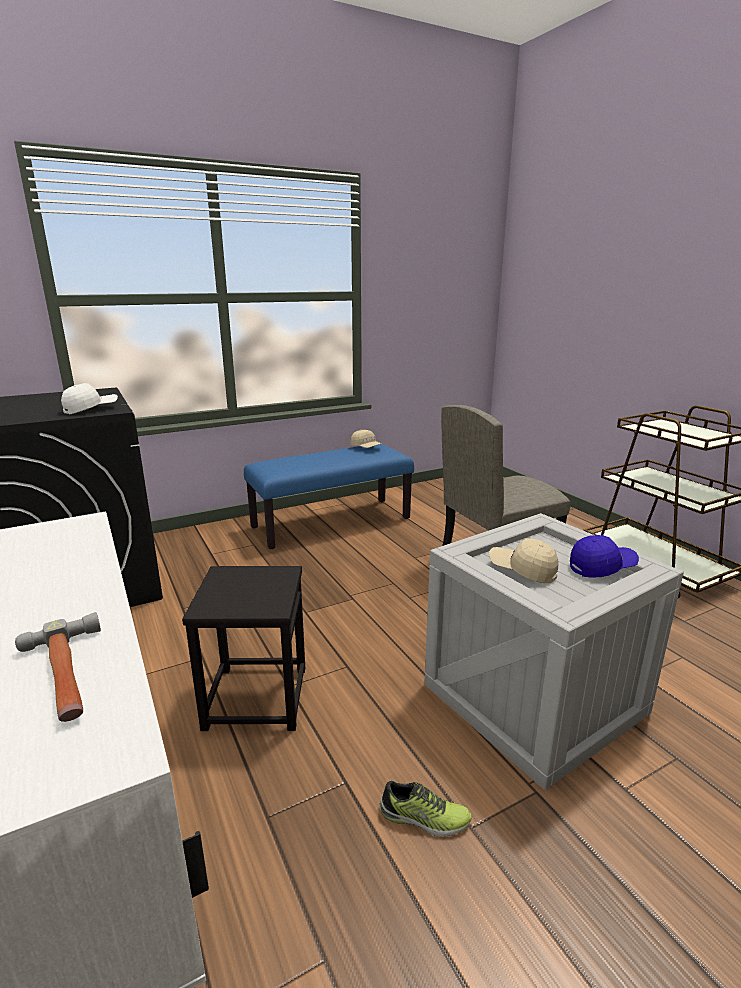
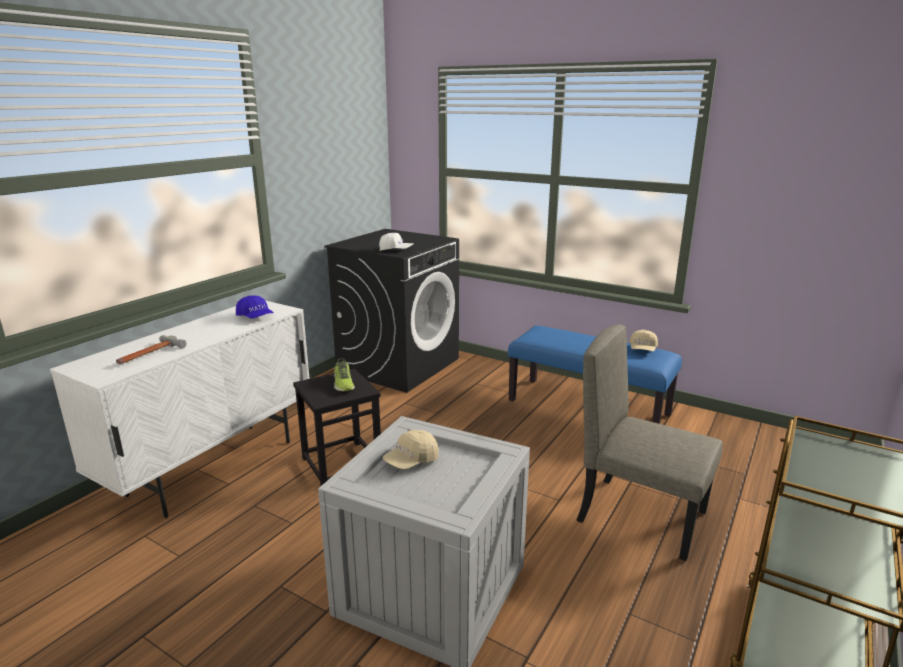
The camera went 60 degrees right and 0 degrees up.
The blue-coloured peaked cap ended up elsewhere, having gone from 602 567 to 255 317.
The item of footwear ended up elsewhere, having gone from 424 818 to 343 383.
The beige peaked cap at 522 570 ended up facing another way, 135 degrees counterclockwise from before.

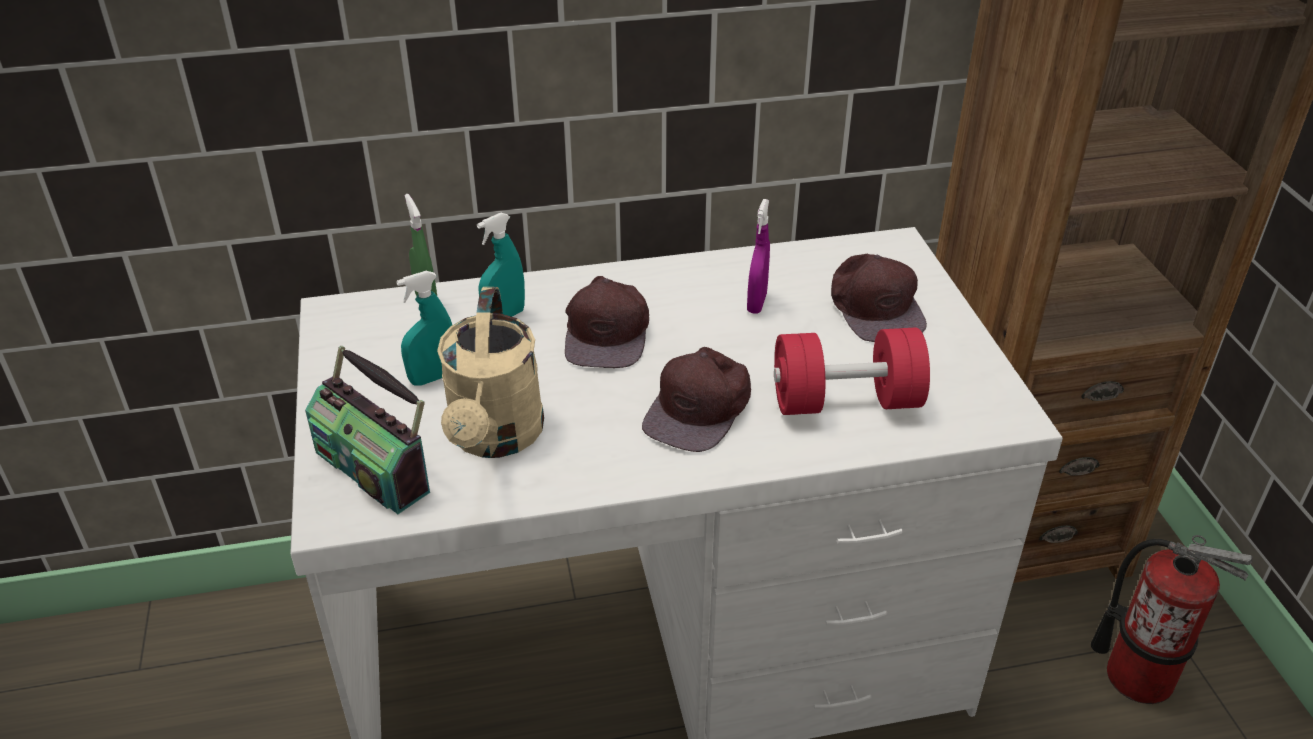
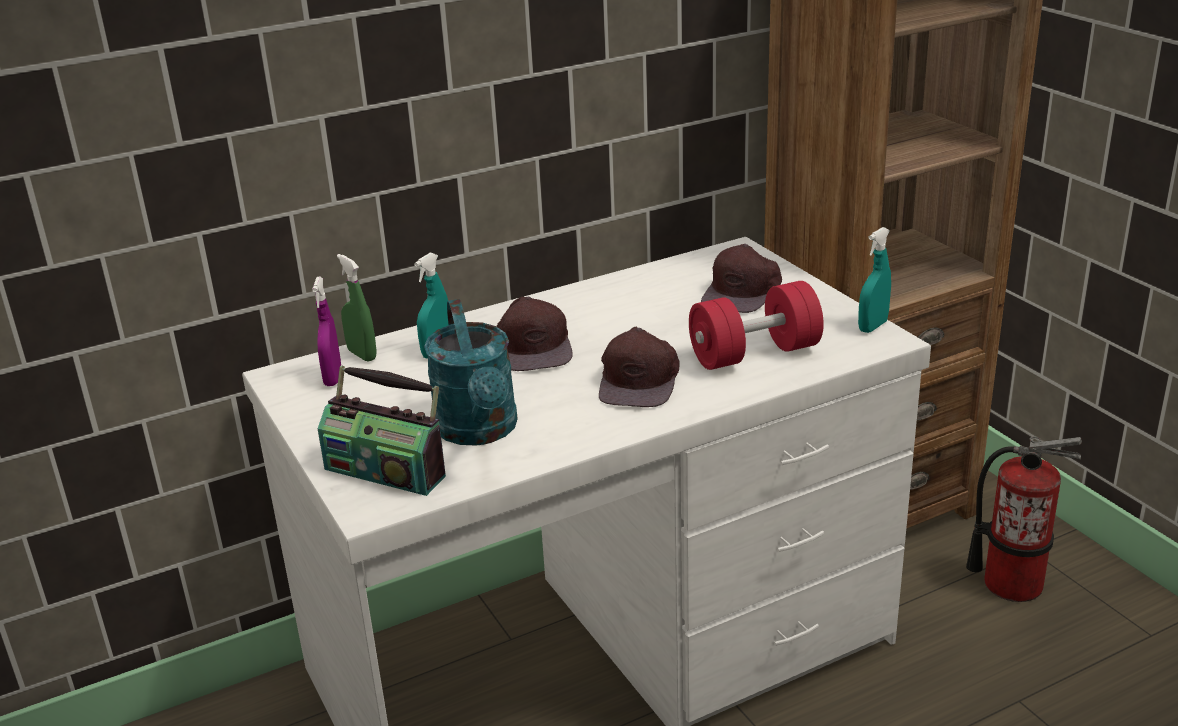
The camera went 15 degrees left and 10 degrees down.
The purplish hand sprayer ended up elsewhere, having gone from 756 303 to 333 378.
What was the beige sprinkling can at 495 438 turned into the blue-green sprinkling can at 480 431.
The brown peaked cap at 875 306 ended up facing another way, 60 degrees clockwise from before.
The blue-green hand sprayer ended up elsewhere, having gone from 433 377 to 872 326.

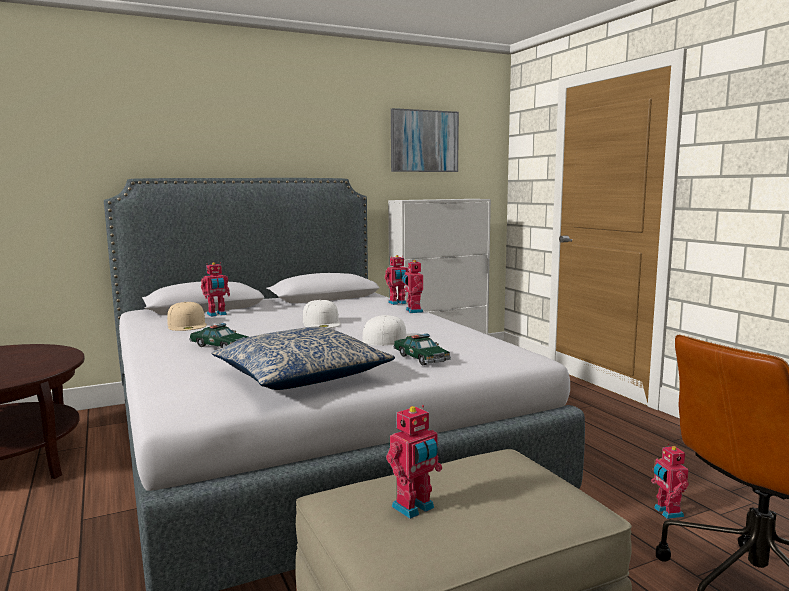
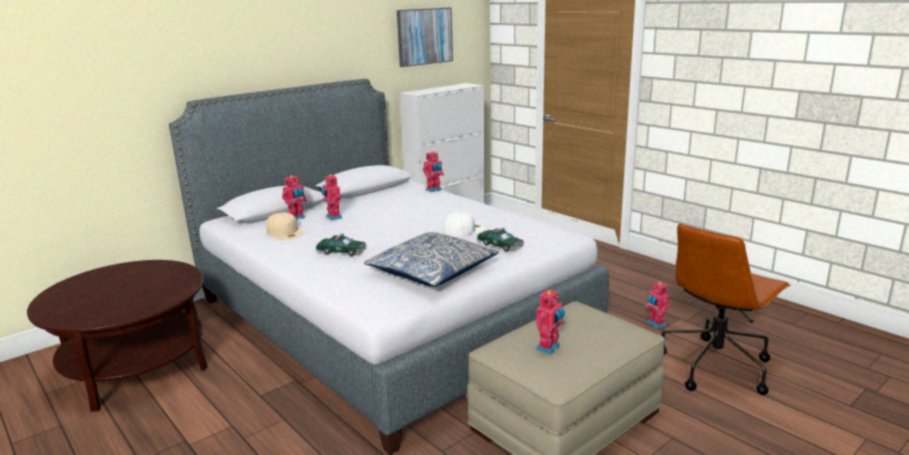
The camera went 15 degrees left and 10 degrees up.
The robot figure ended up elsewhere, having gone from 413 311 to 333 217.
The second view lost the white peaked cap at 322 322.

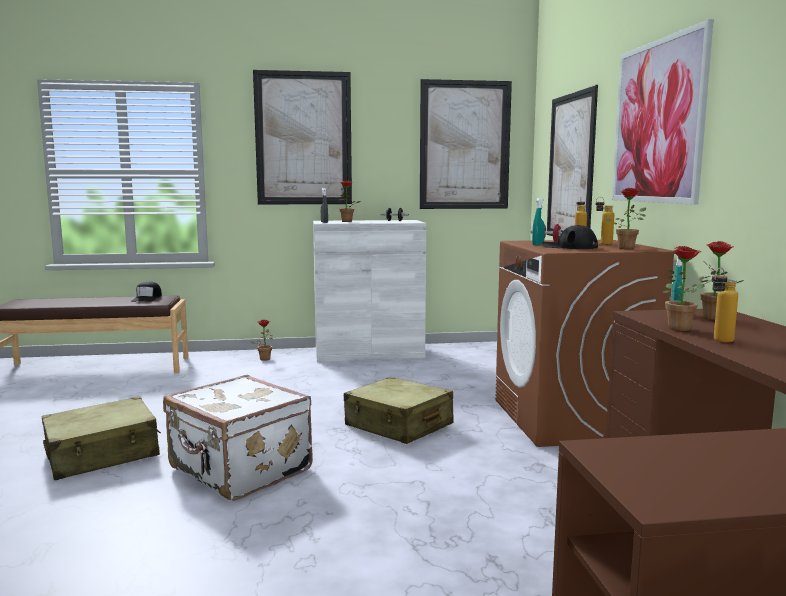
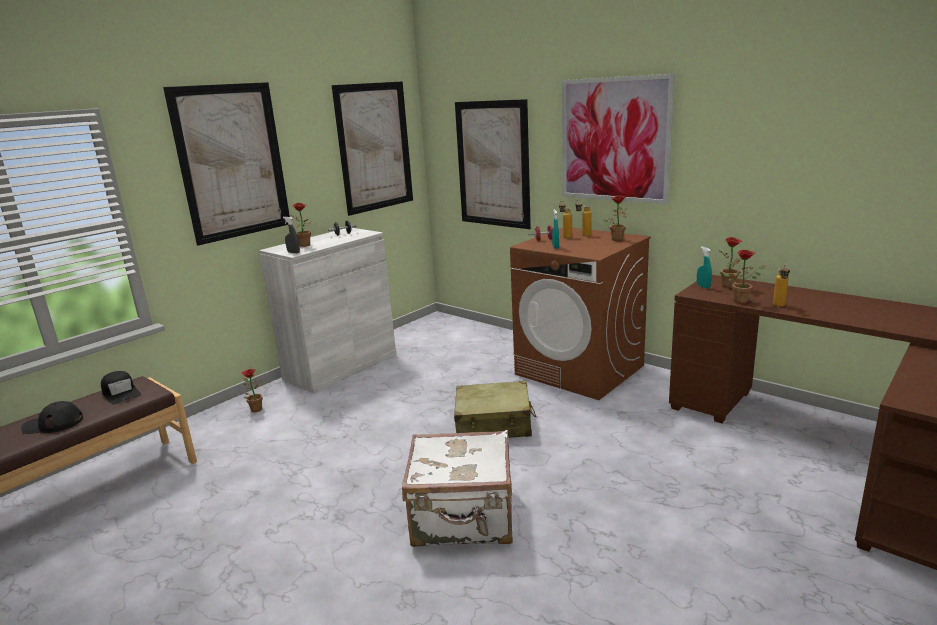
The camera went 40 degrees left and 10 degrees up.
The black-coloured peaked cap ended up elsewhere, having gone from 569 247 to 53 424.
The second view lost the beige piece of luggage at 102 454.

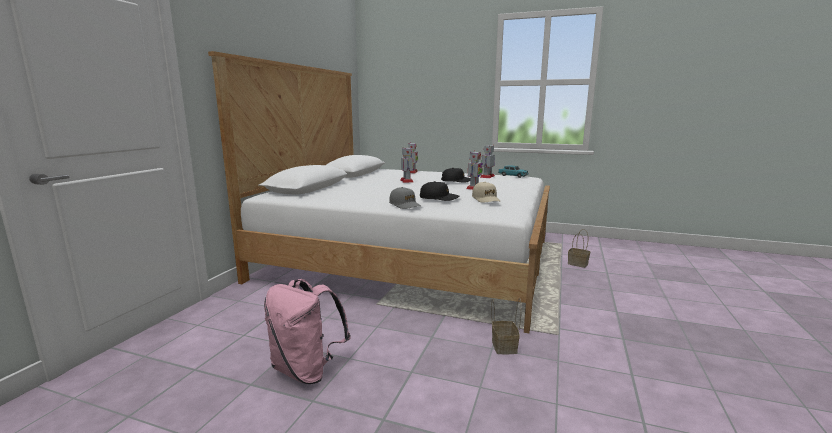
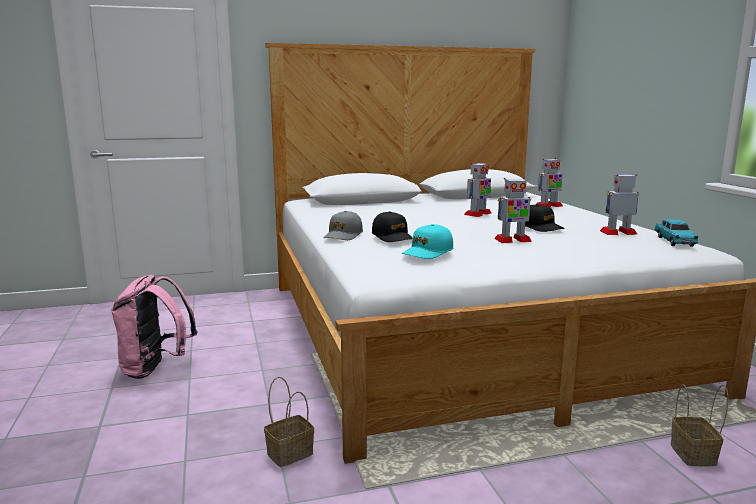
The camera went 55 degrees right and 0 degrees up.
What was the beige peaked cap at 486 199 turned into the blue-green peaked cap at 428 252.

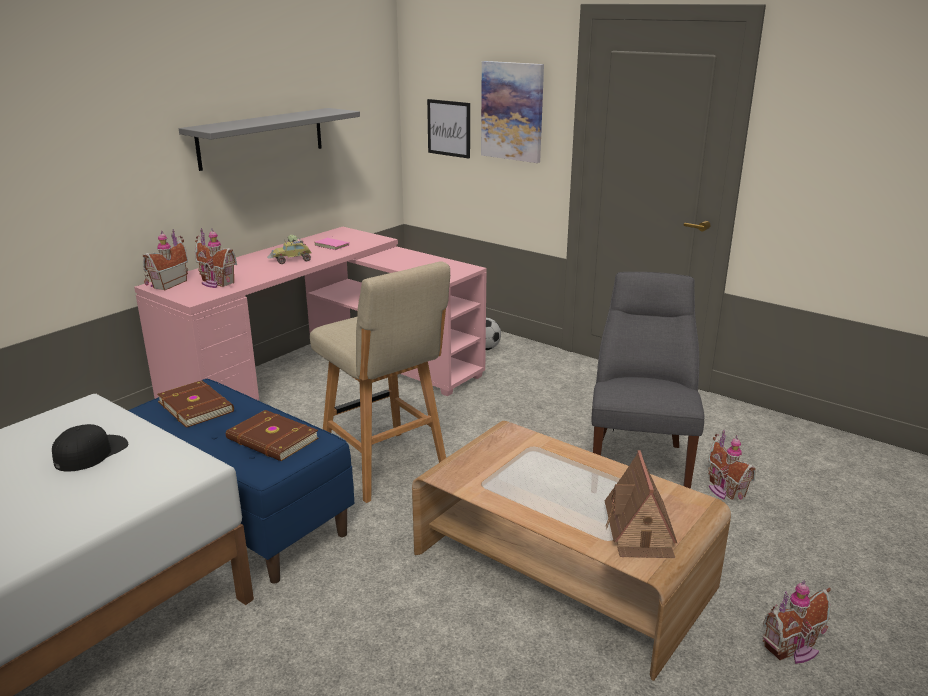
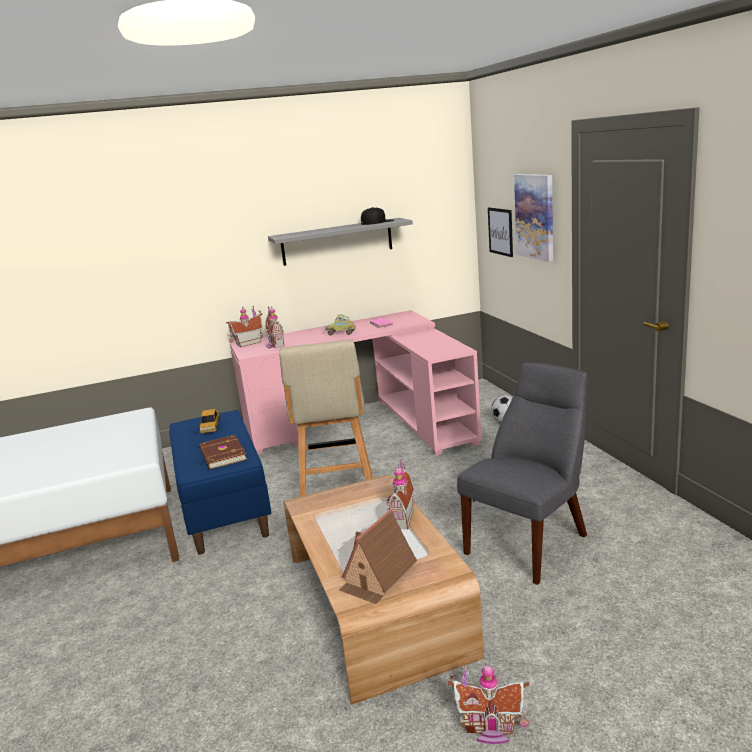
The camera went 35 degrees right and 5 degrees down.
Where the brown bound book stood at 197 406, the model car came to stand at 210 426.
The black-coloured peaked cap ended up elsewhere, having gone from 91 452 to 377 222.
The model house ended up elsewhere, having gone from 724 490 to 399 520.

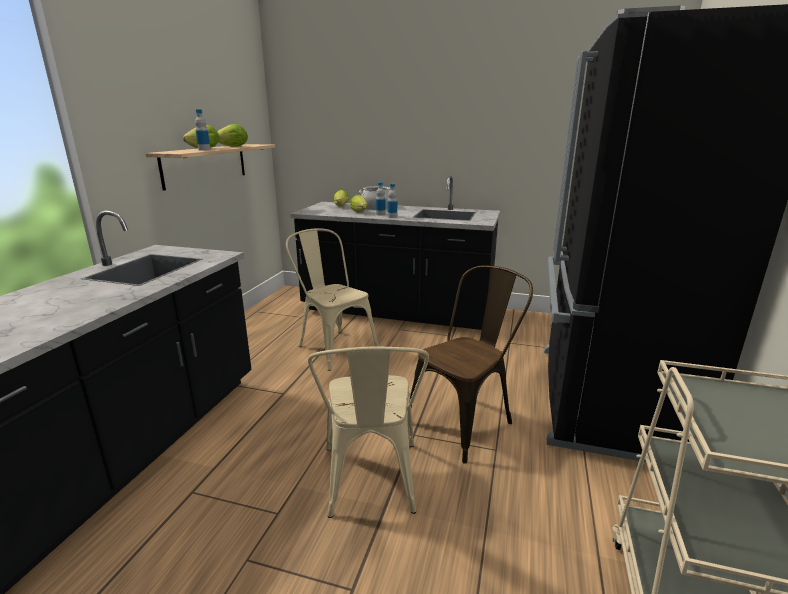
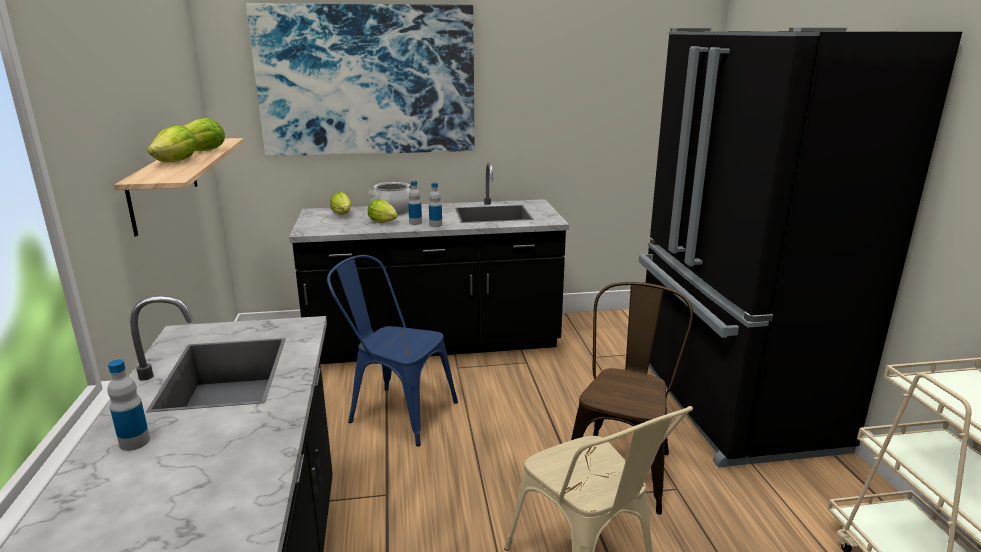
The camera went 25 degrees left and 0 degrees up.
The drink bottle ended up elsewhere, having gone from 204 150 to 134 442.
The second view gained the wall picture at 367 81.
What was the beige plain chair at 333 346 turned into the blue-coloured plain chair at 395 411.

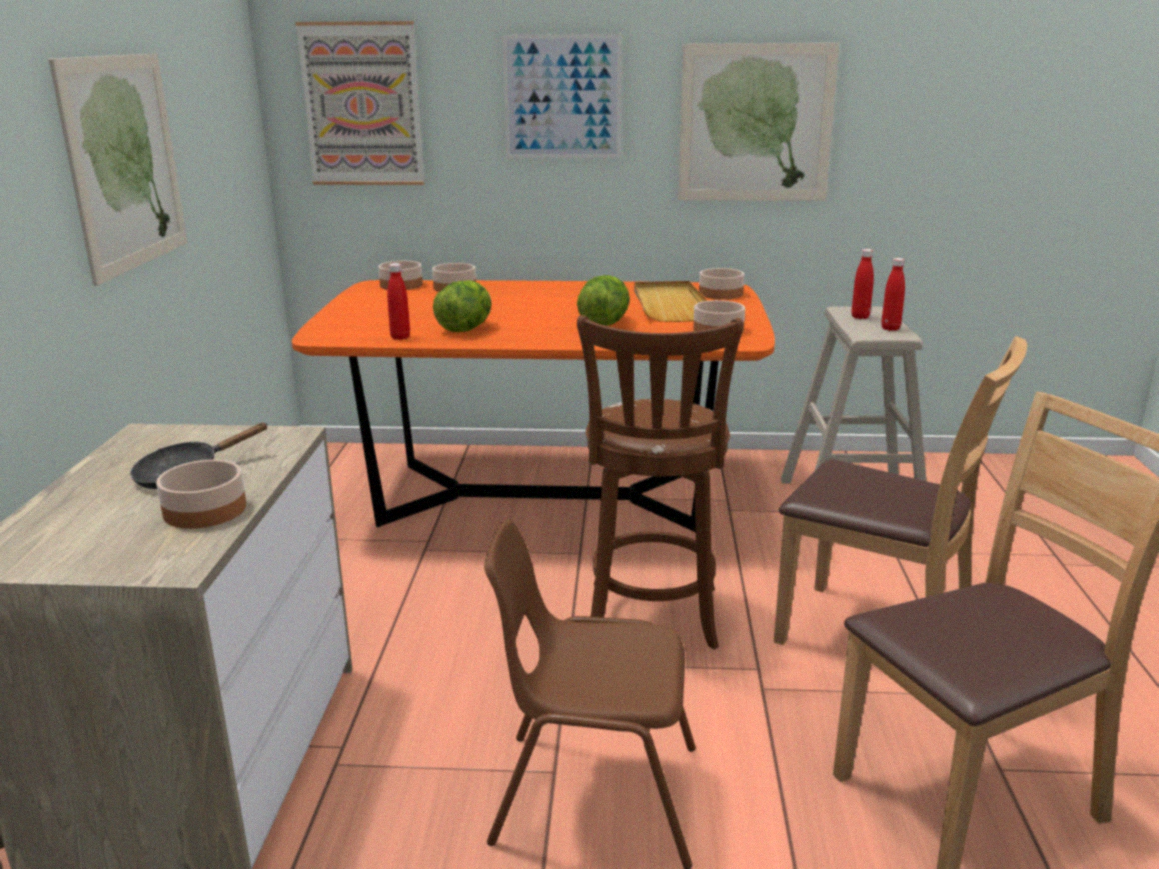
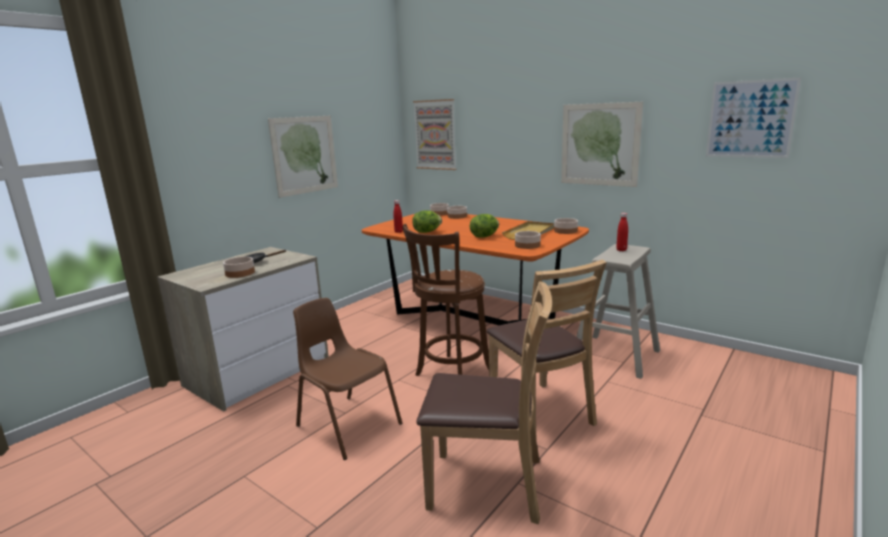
The camera went 35 degrees right and 5 degrees down.
The wall picture ended up elsewhere, having gone from 562 97 to 750 119.
The second view lost the red-coloured drink bottle at 890 328.

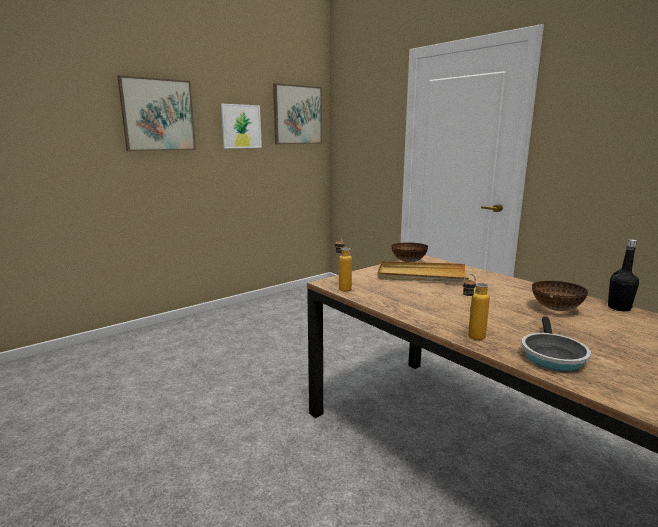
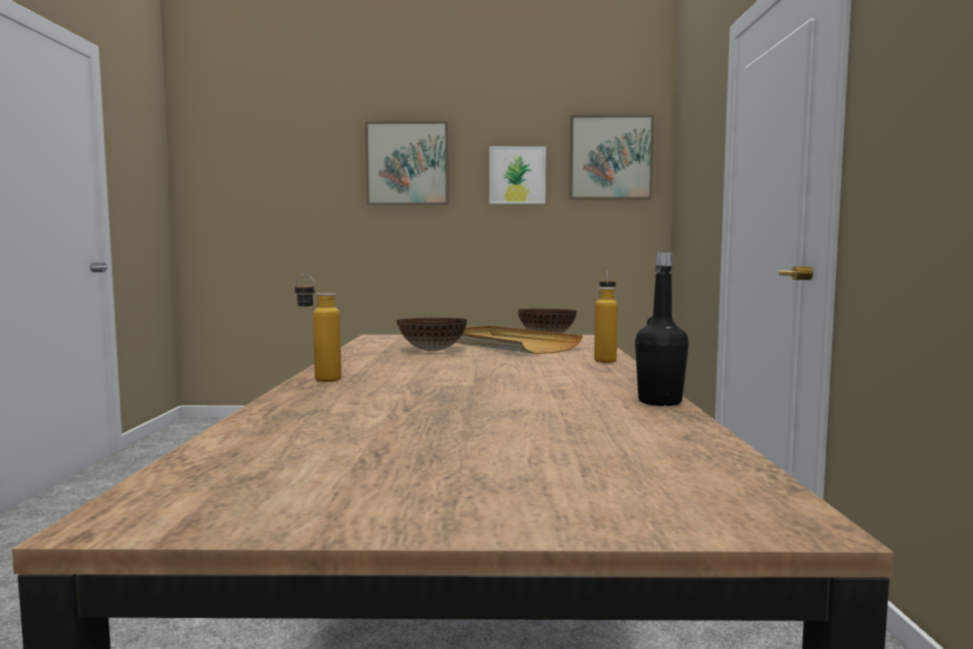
The camera went 40 degrees right and 10 degrees down.
The bowl ended up elsewhere, having gone from 555 309 to 433 350.
The drink bottle ended up elsewhere, having gone from 342 288 to 605 359.
The second view lost the skillet at 551 355.

